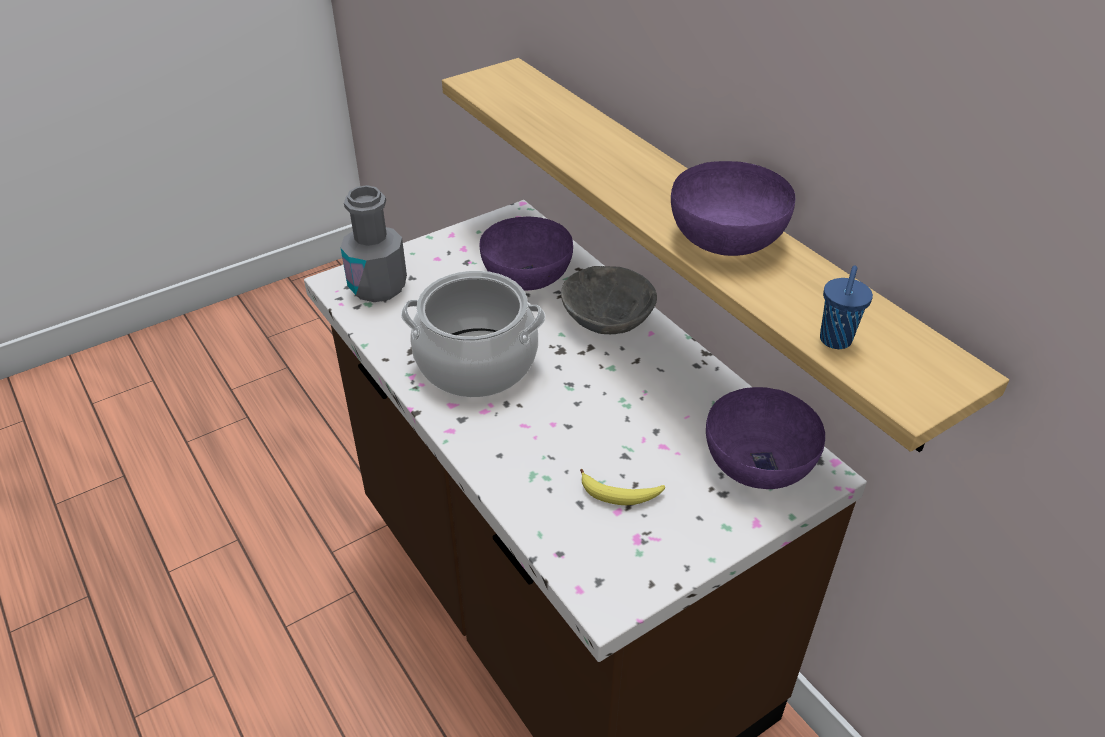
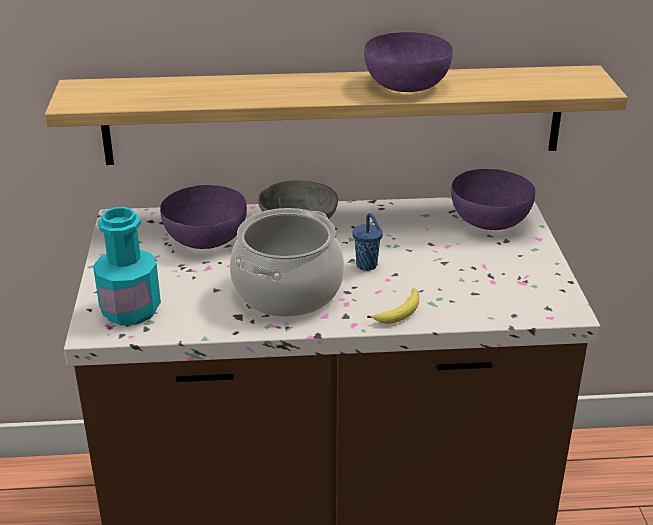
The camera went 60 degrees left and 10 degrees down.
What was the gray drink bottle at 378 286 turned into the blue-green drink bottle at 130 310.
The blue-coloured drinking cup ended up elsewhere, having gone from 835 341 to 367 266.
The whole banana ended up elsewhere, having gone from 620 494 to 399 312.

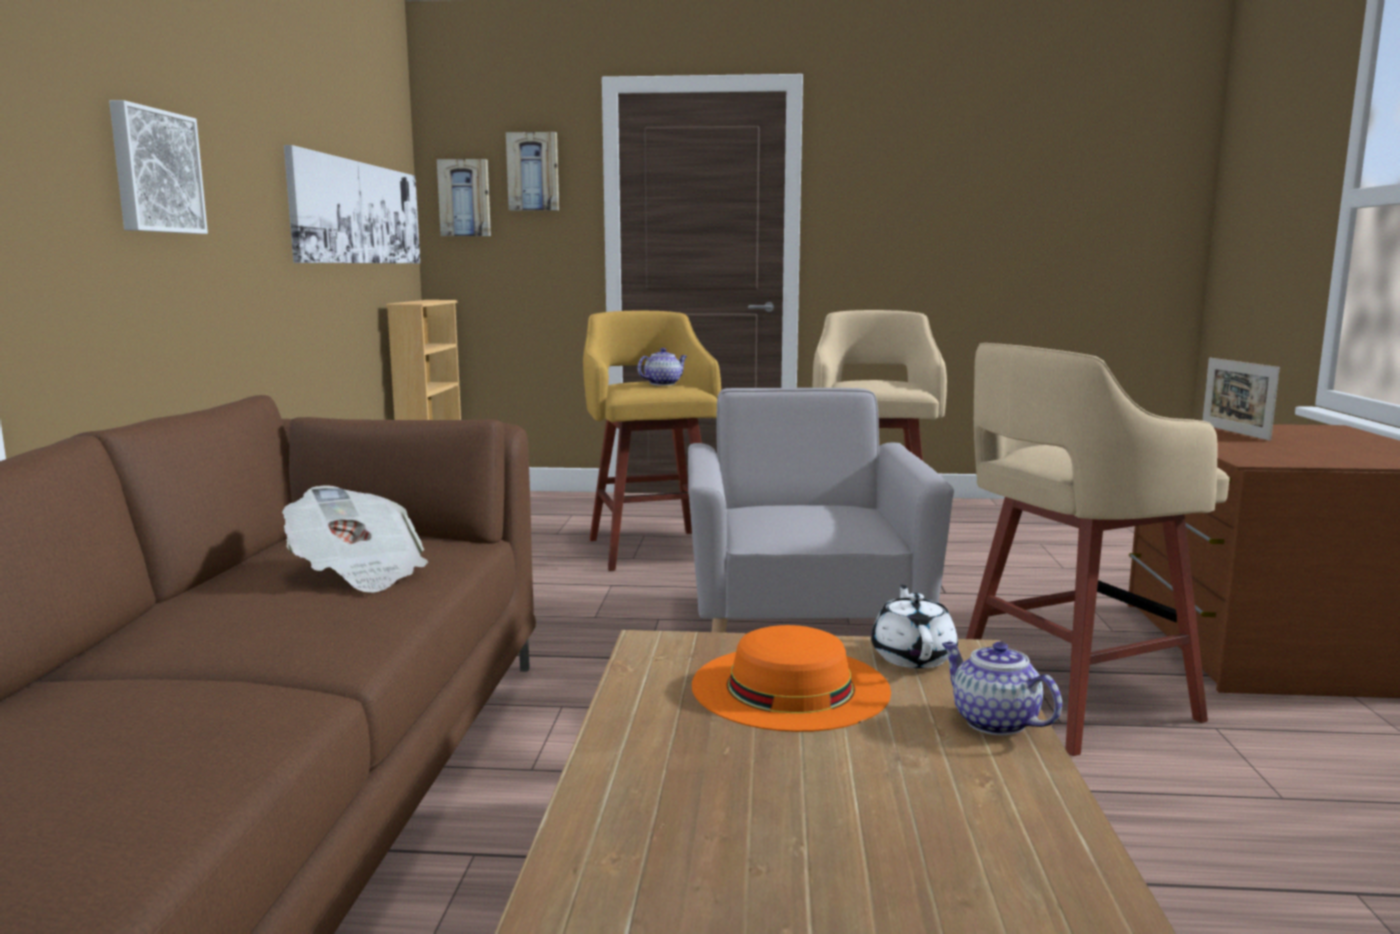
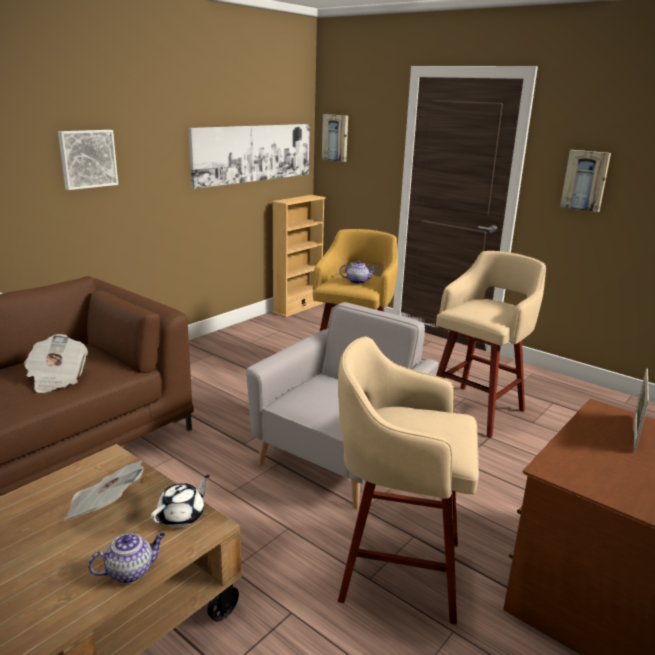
The camera went 35 degrees right and 10 degrees up.
Where the orangey wearable hat stood at 790 686, the daily paper came to stand at 105 508.
The tea pot at 992 722 ended up facing another way, 60 degrees clockwise from before.
The wall picture ended up elsewhere, having gone from 533 172 to 585 180.

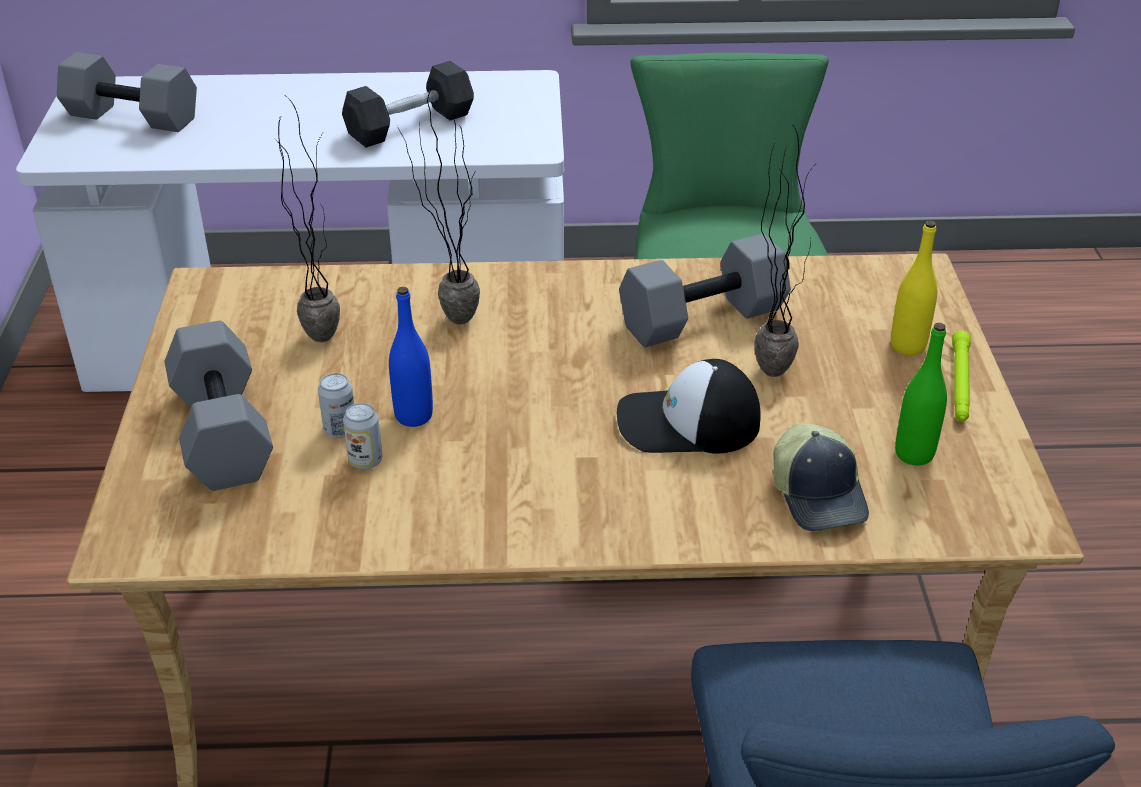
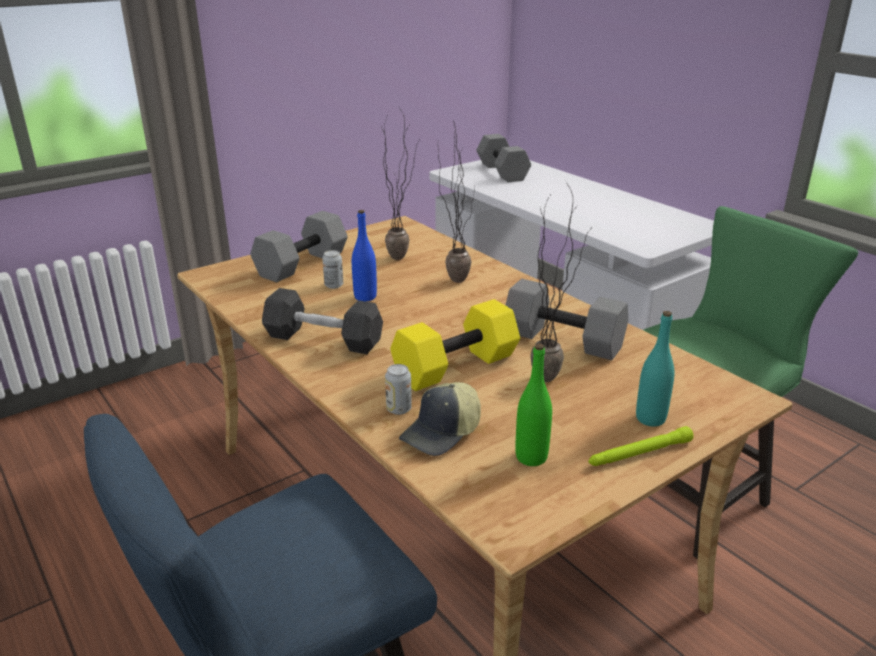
The camera went 55 degrees right and 10 degrees down.
The gray free weight ended up elsewhere, having gone from 410 125 to 323 339.
The sealed can ended up elsewhere, having gone from 365 460 to 399 409.
Where the peaked cap stood at 687 423, the yellowish free weight came to stand at 455 368.
What was the yellowish drink bottle at 908 345 turned into the blue-green drink bottle at 650 419.

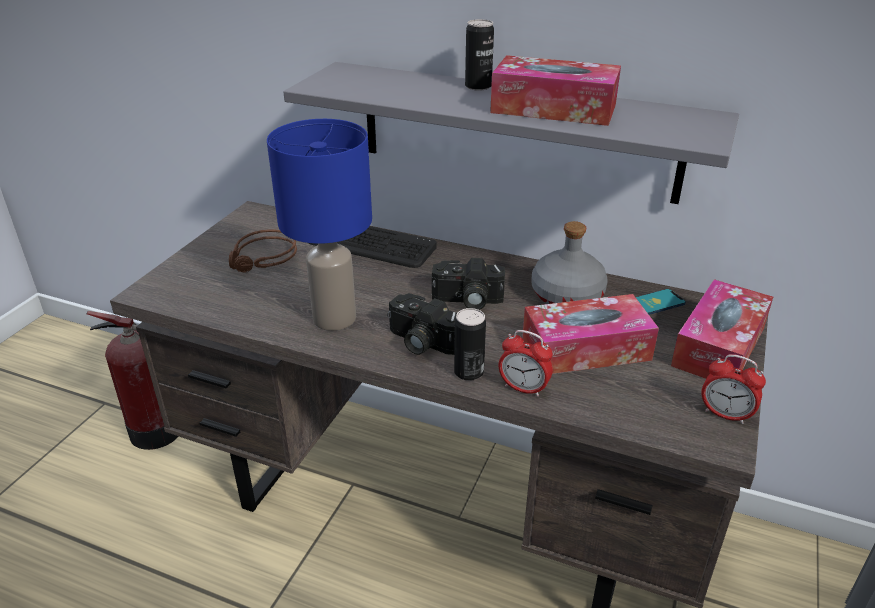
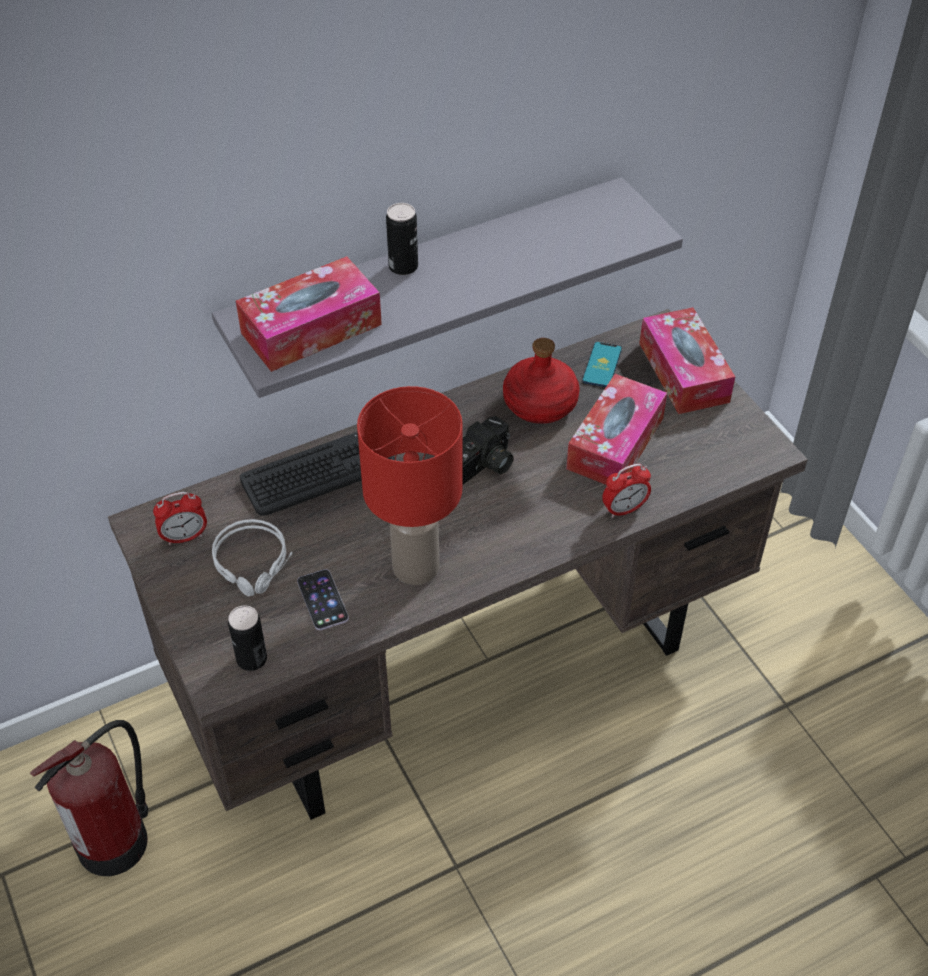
The camera went 50 degrees left and 15 degrees up.
The table clock ended up elsewhere, having gone from 725 414 to 184 537.
What was the brown pair of headphones at 263 258 turned into the gray pair of headphones at 254 563.
The sealed can ended up elsewhere, having gone from 468 372 to 251 659.
The tissue box ended up elsewhere, having gone from 553 108 to 311 329.
The second view gained the handset at 322 600.
What was the blue-coloured tabletop lamp at 333 319 turned into the red-coloured tabletop lamp at 415 568.
What was the gray drink bottle at 568 296 turned into the red-coloured drink bottle at 541 403.
The second view lost the photo camera at 420 342.

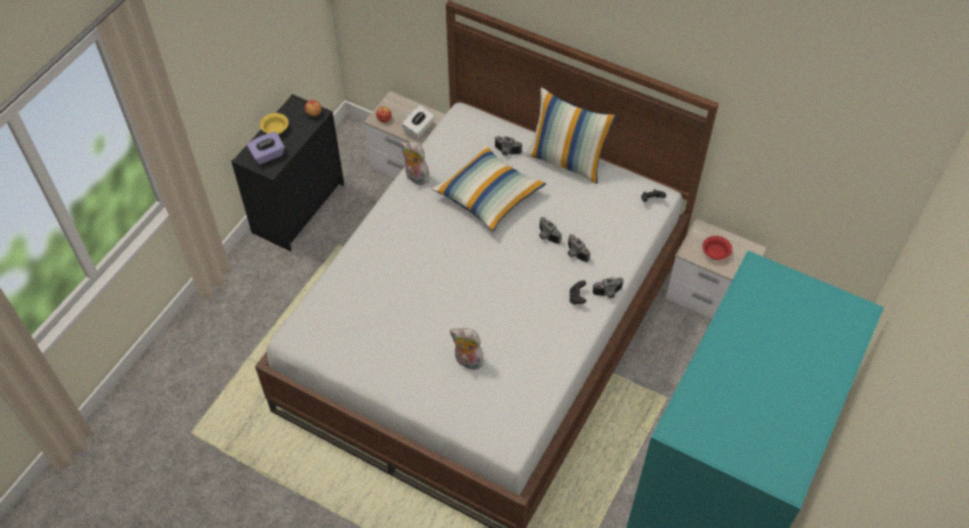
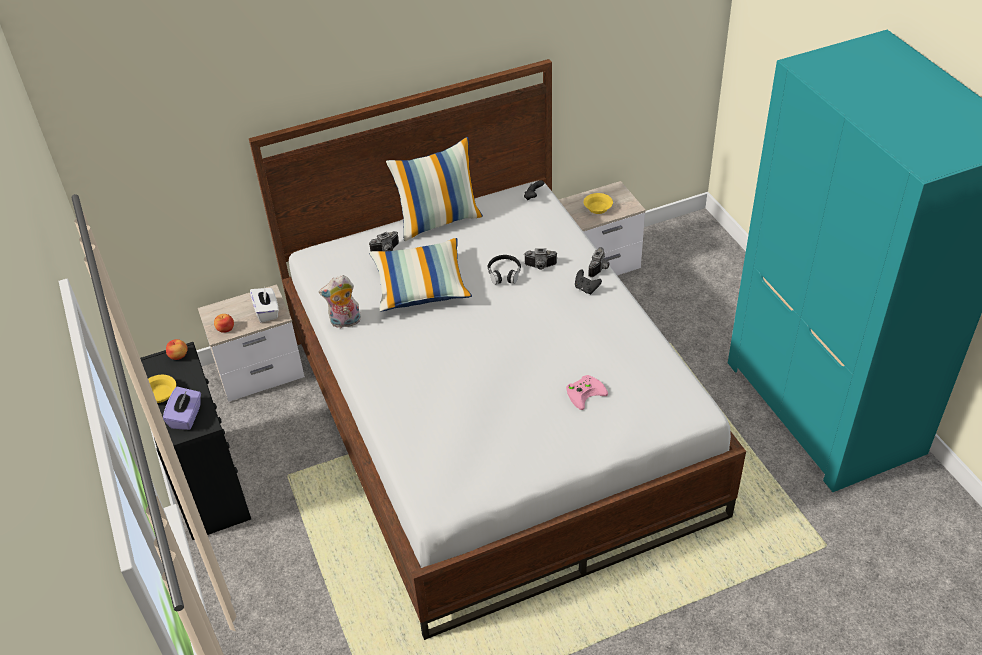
The camera went 50 degrees left and 10 degrees down.
Where the photo camera stood at 546 236, the black-coloured pair of headphones came to stand at 504 273.
Where the plush toy stood at 467 361, the pink gamepad came to stand at 585 392.
What was the red-coloured bowl at 715 252 turned into the yellowish bowl at 597 208.

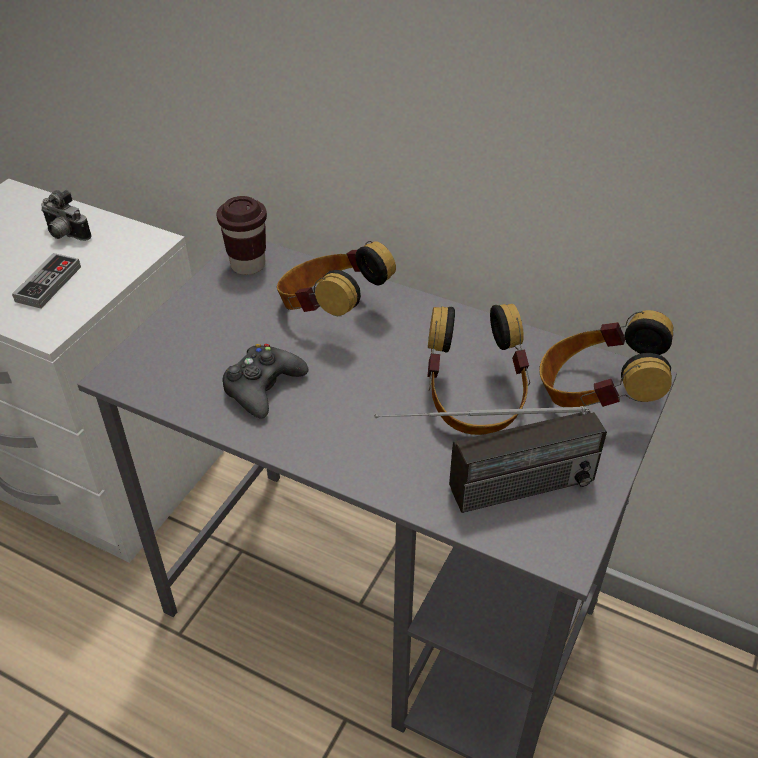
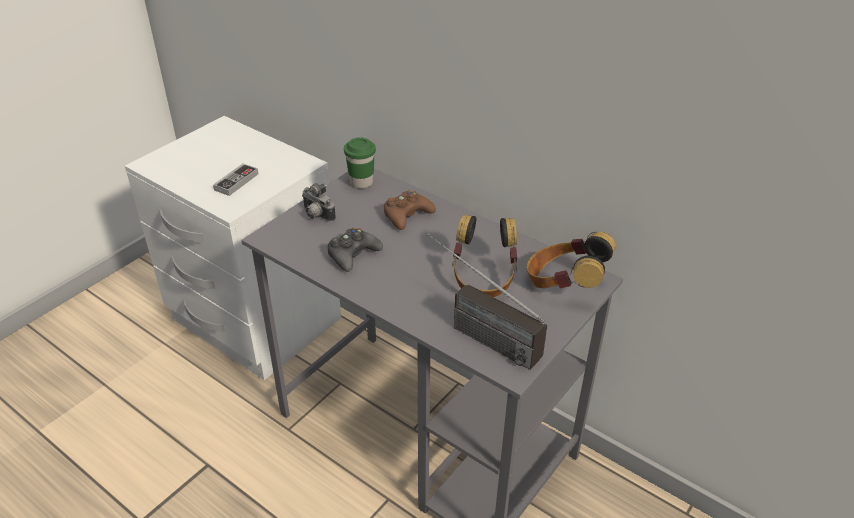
The camera went 10 degrees right and 5 degrees down.
The photo camera ended up elsewhere, having gone from 65 235 to 316 216.
What was the brown drinking cup at 248 265 turned into the green-coloured drinking cup at 361 182.
Where the pair of headphones stood at 330 311, the brown gamepad came to stand at 407 215.
The radio set at 487 495 ended up facing another way, 45 degrees clockwise from before.

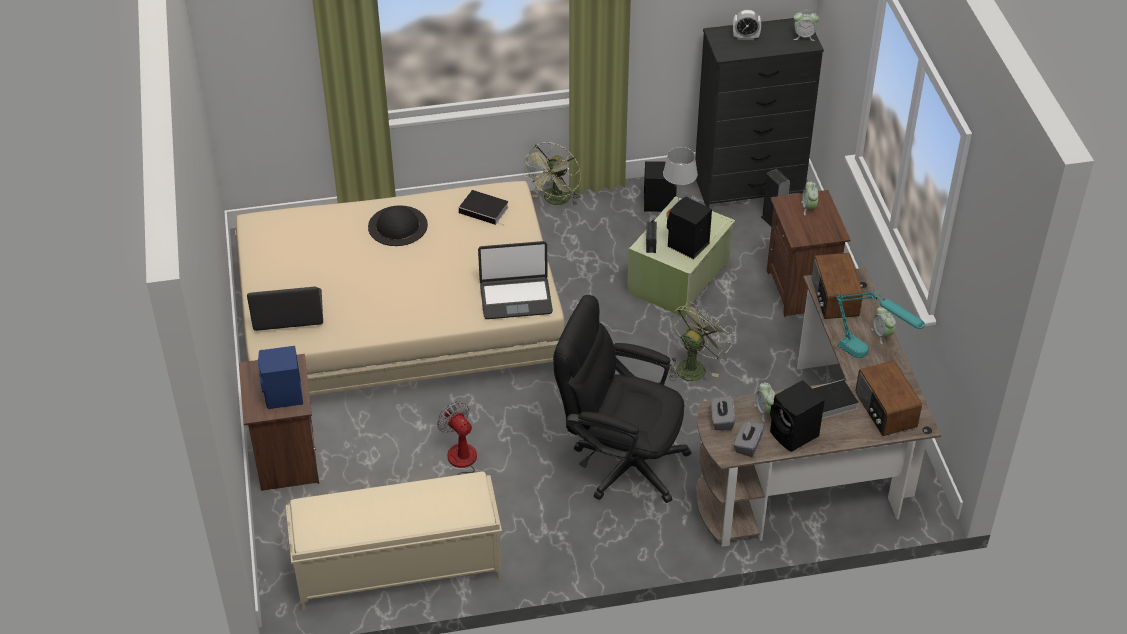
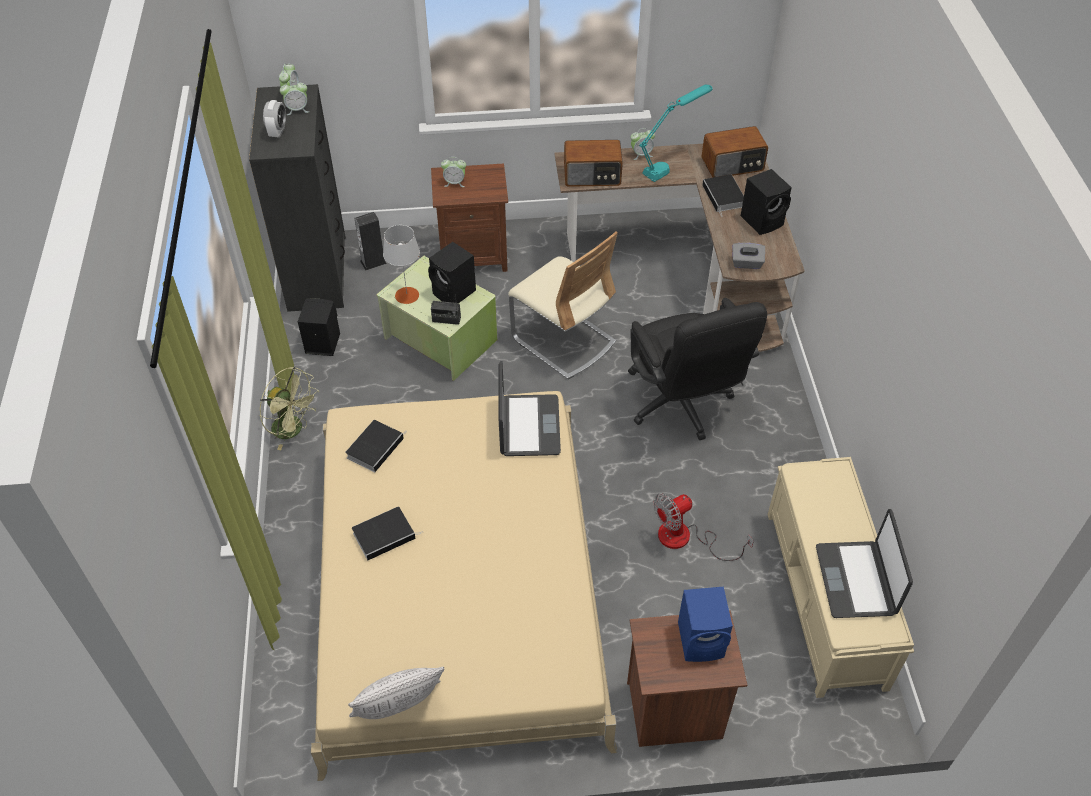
The camera went 85 degrees left and 5 degrees up.
The table clock ended up elsewhere, having gone from 765 411 to 297 110.
The second view gained the pillow at 399 711.
Where the black-coloured wearable hat stood at 397 225, the bound book came to stand at 385 534.
Where the green-coloured fan stood at 694 366, the beige plain chair came to stand at 563 340.
The black-coloured office chair at 620 460 ended up facing another way, 45 degrees counterclockwise from before.
The notebook computer ended up elsewhere, having gone from 288 312 to 856 580.
The second view lost the gray tissue box at 747 445.

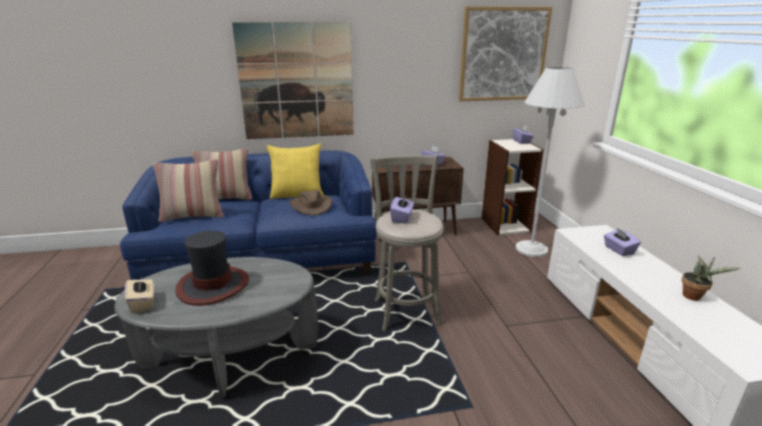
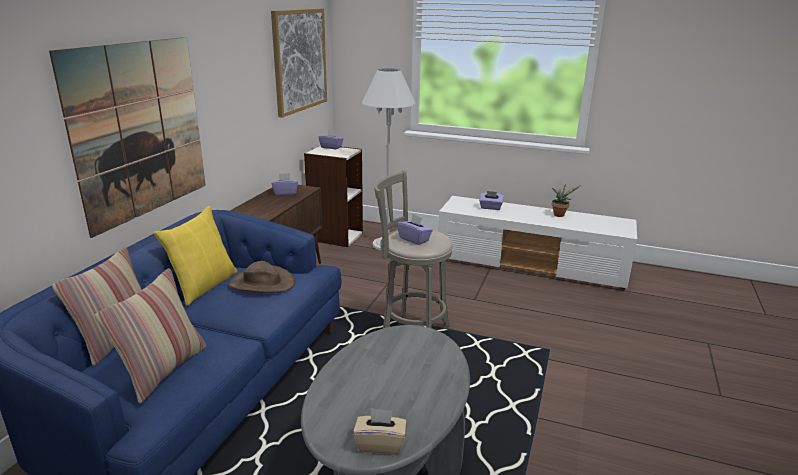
The camera went 60 degrees left and 0 degrees up.
The second view lost the wearable hat at 213 286.

